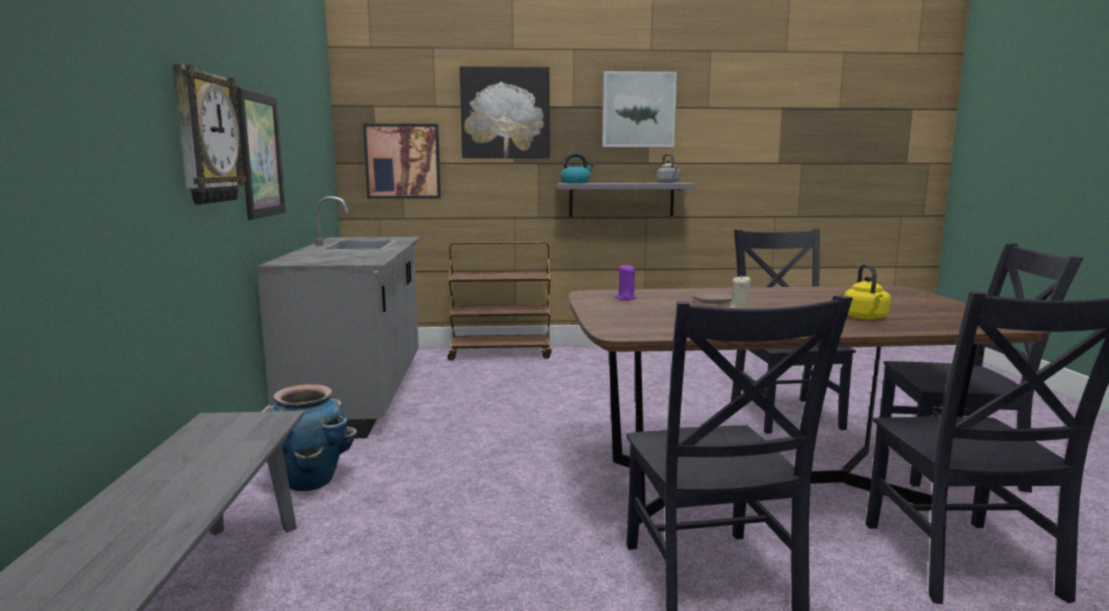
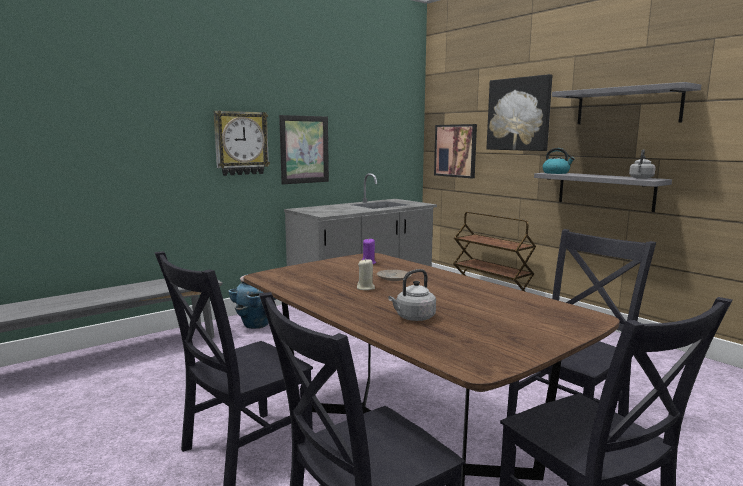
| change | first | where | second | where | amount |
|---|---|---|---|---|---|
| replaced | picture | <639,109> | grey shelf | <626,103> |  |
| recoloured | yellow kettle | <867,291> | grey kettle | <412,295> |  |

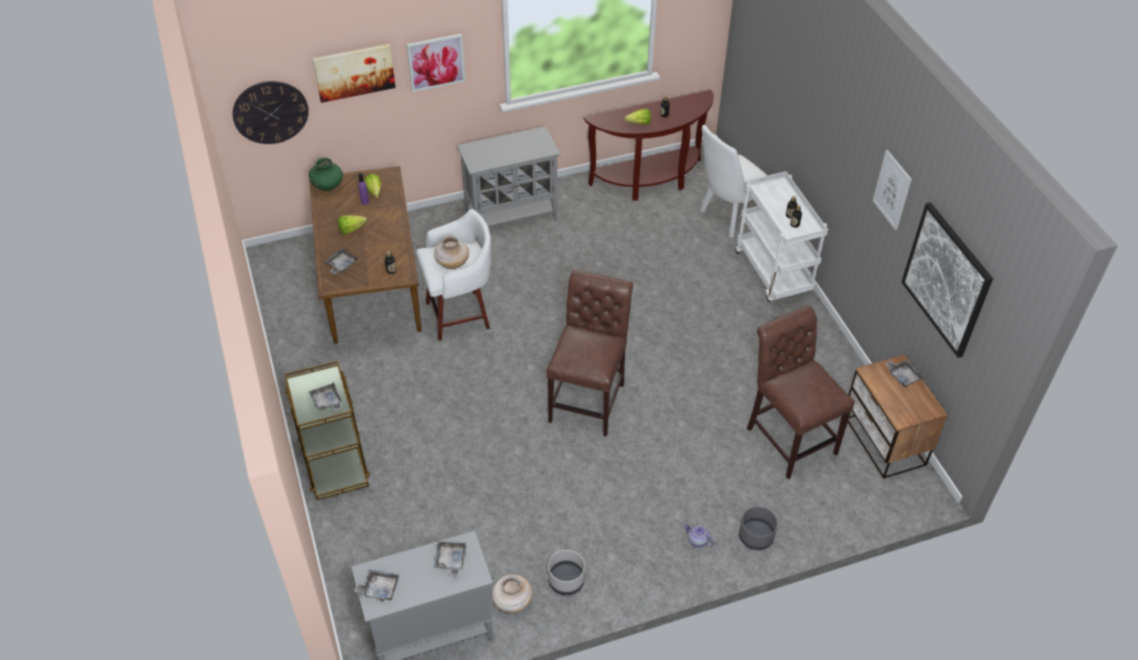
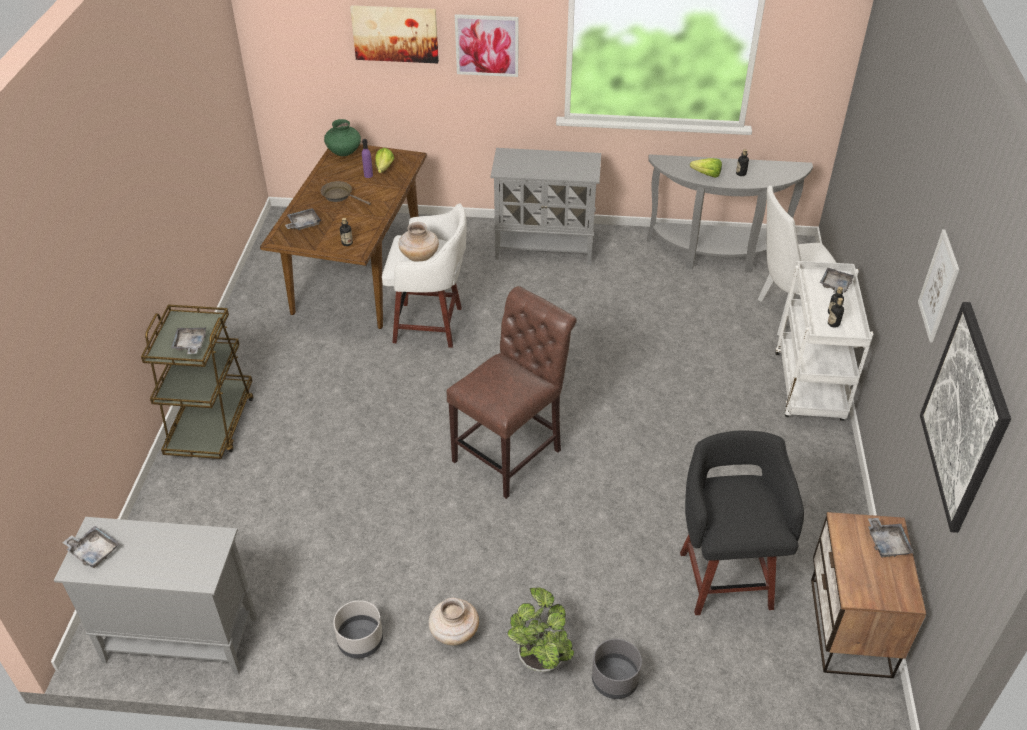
| change | first | where | second | where | amount |
|---|---|---|---|---|---|
| removed | wall clock | <271,112> |  |  |  |
| moved | grey tray | <450,559> |  | <837,281> |  |
| moved | beige vase | <512,593> |  | <454,622> |  |
| replaced | lettuce | <352,224> | brown frying pan | <346,193> |  |
| replaced | teapot | <699,535> | potted plant | <540,630> |  |
| replaced | brown chair | <801,392> | black stool | <742,522> |  |
| recoloured | brown console table | <649,145> | grey console table | <730,213> |  |

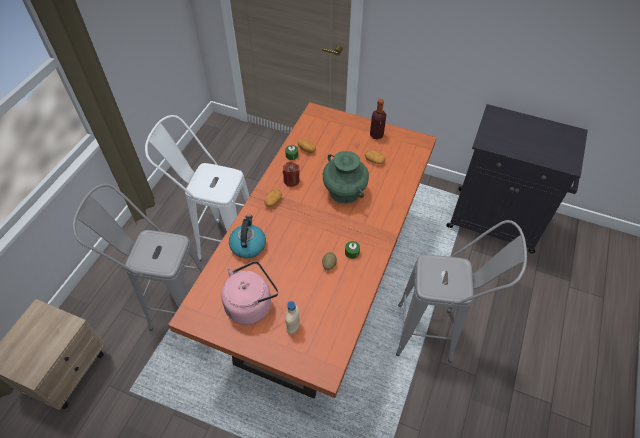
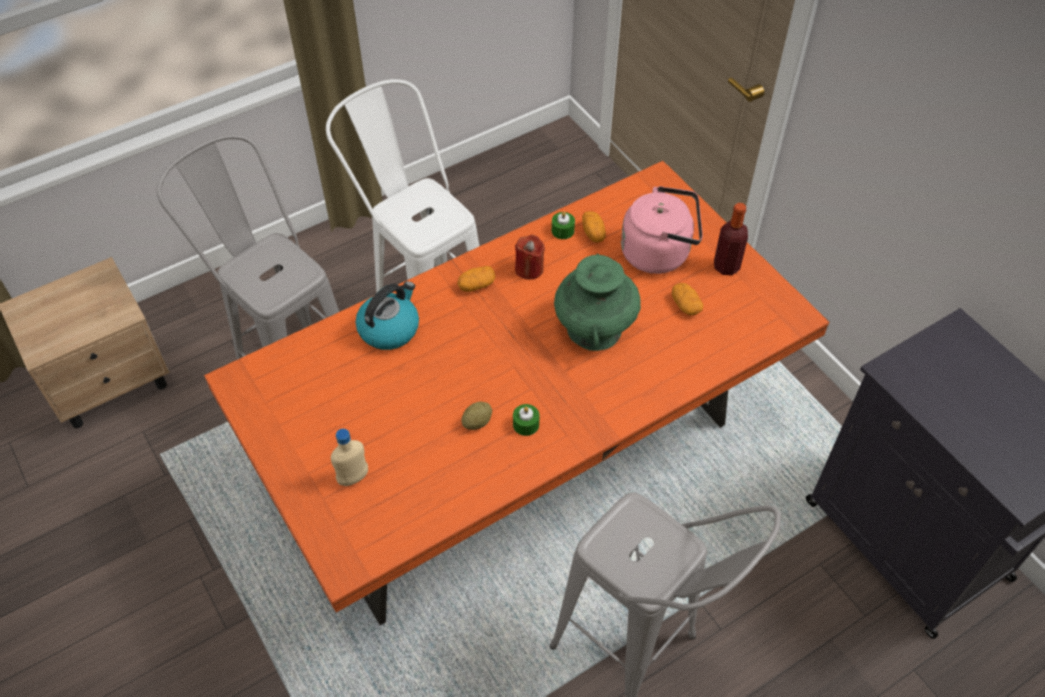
| change | first | where | second | where | amount |
|---|---|---|---|---|---|
| moved | pink kettle | <249,293> |  | <662,230> |  |

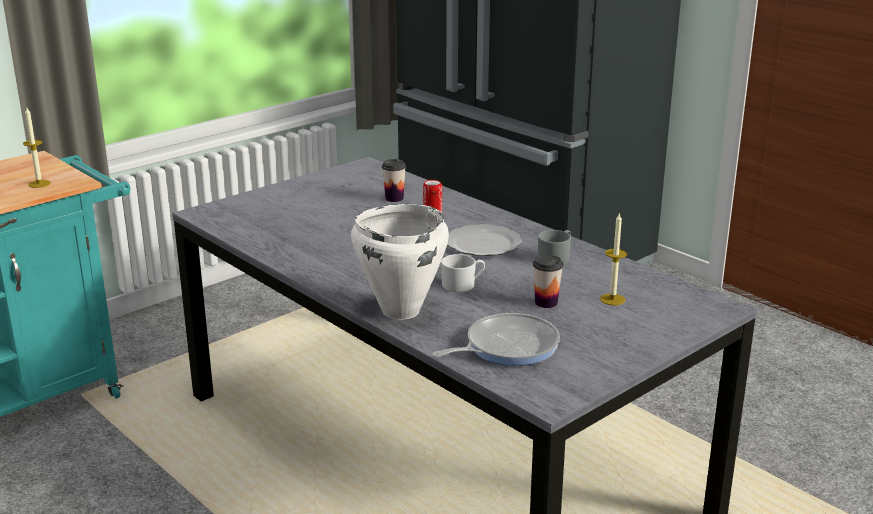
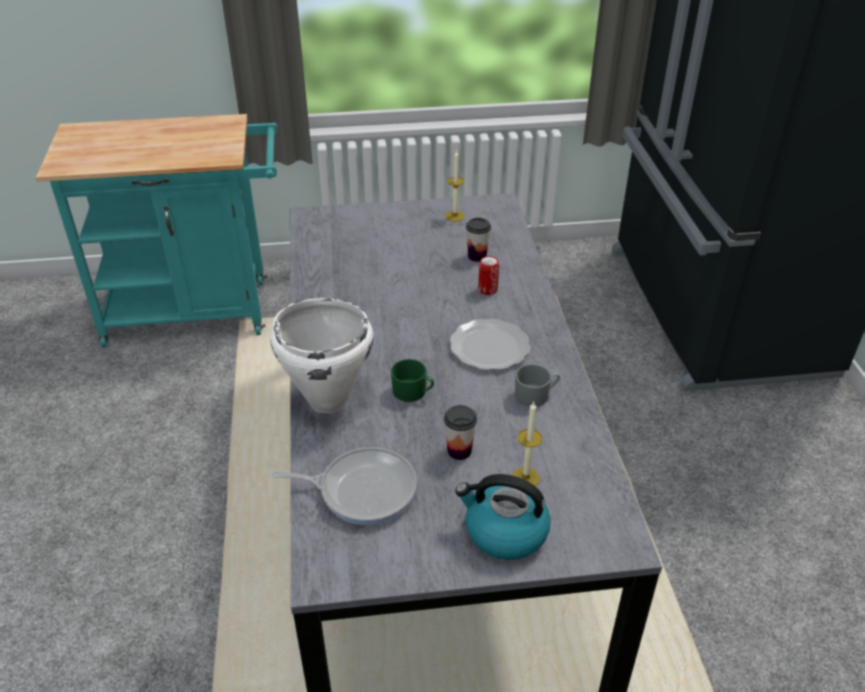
| change | first | where | second | where | amount |
|---|---|---|---|---|---|
| added |  |  | kettle | <503,517> |  |
| moved | candle | <37,148> |  | <455,185> |  |
| recoloured | white mug | <463,273> | green mug | <412,380> |  |

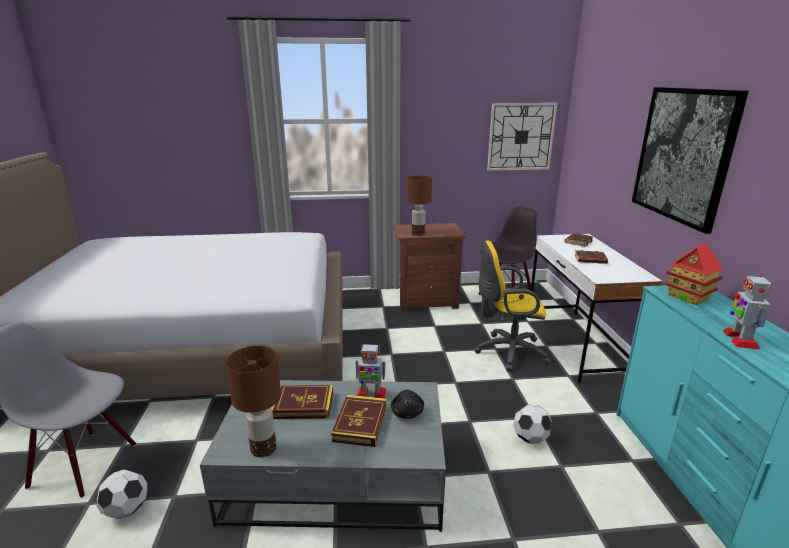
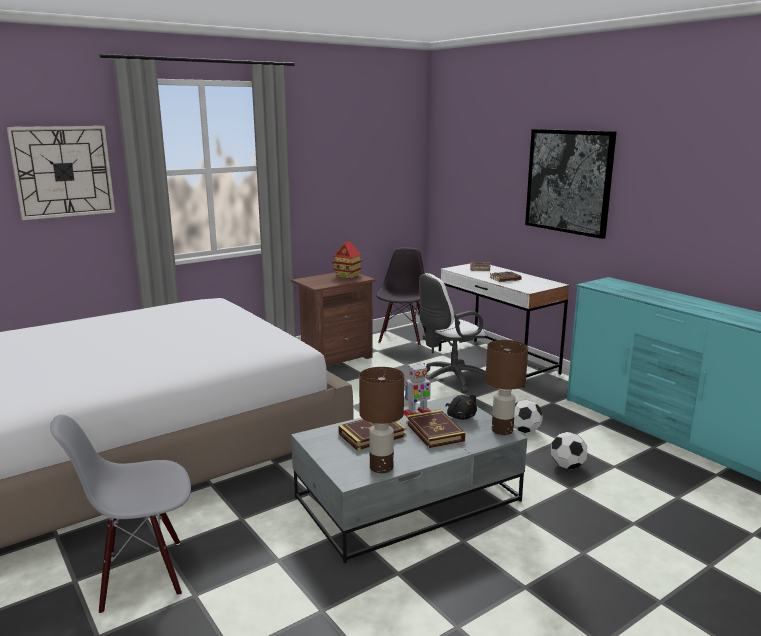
| change | first | where | second | where | amount |
|---|---|---|---|---|---|
| removed | toy robot | <748,312> |  |  |  |
| moved | football | <121,494> |  | <569,451> |  |
| moved | brown table lamp | <419,205> |  | <507,387> |  |
| moved | wall clock | <522,137> |  | <61,173> |  |
| moved | toy house | <694,274> |  | <347,260> |  |
| recoloured | yellow office chair | <512,306> | white office chair | <452,333> |  |

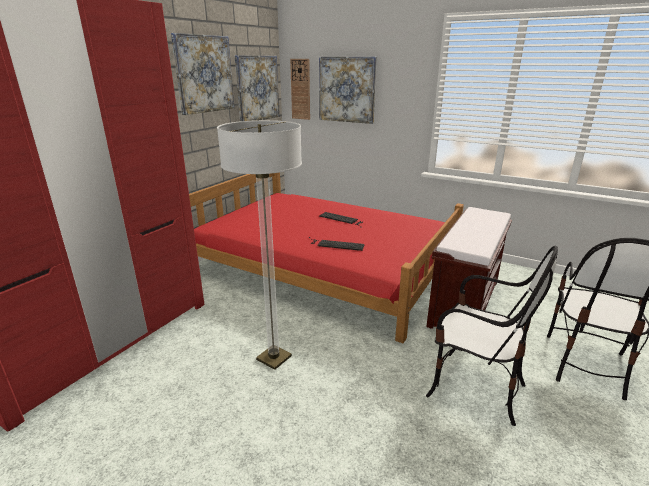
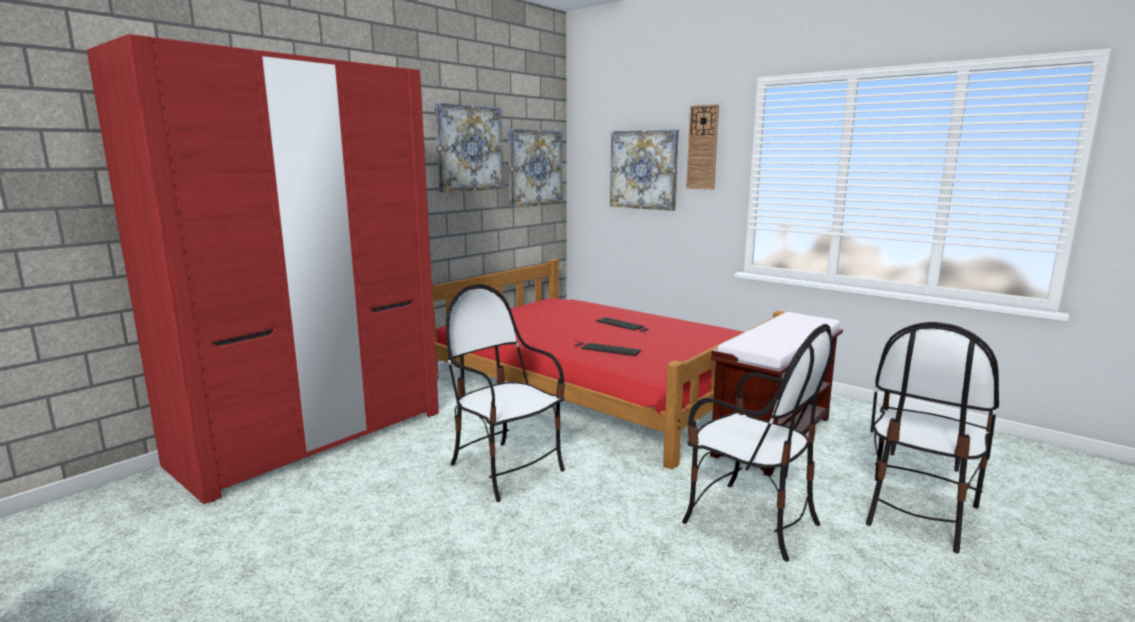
| change | first | where | second | where | amount |
|---|---|---|---|---|---|
| moved | wall clock | <300,89> |  | <702,147> |  |
| replaced | floor lamp | <259,245> | chair | <505,393> |  |

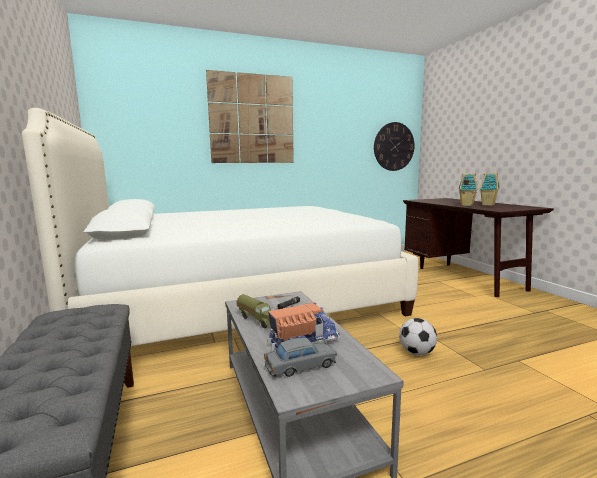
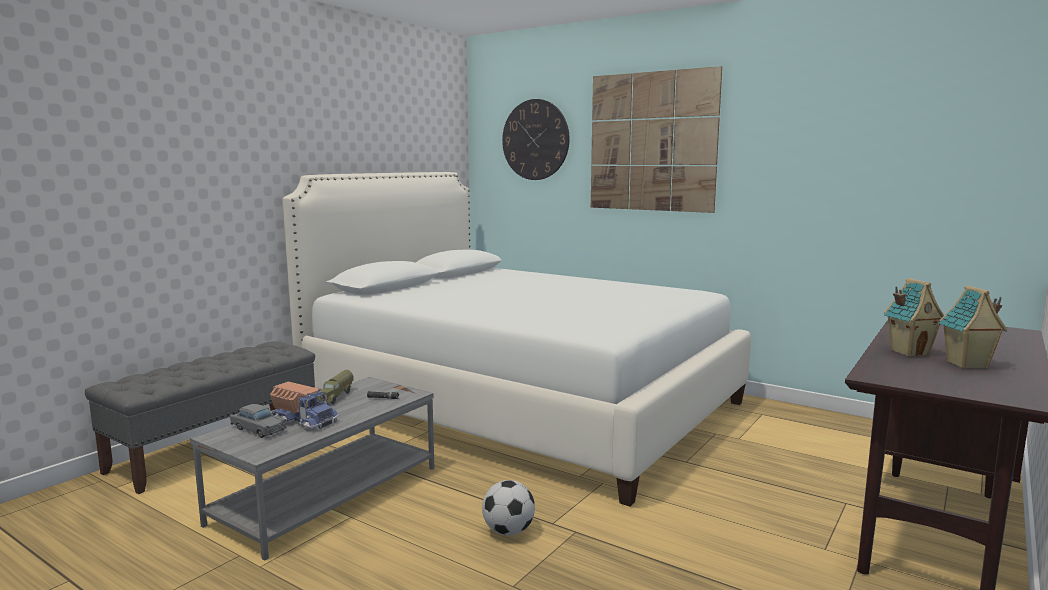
| change | first | where | second | where | amount |
|---|---|---|---|---|---|
| moved | wall clock | <394,146> |  | <536,139> |  |

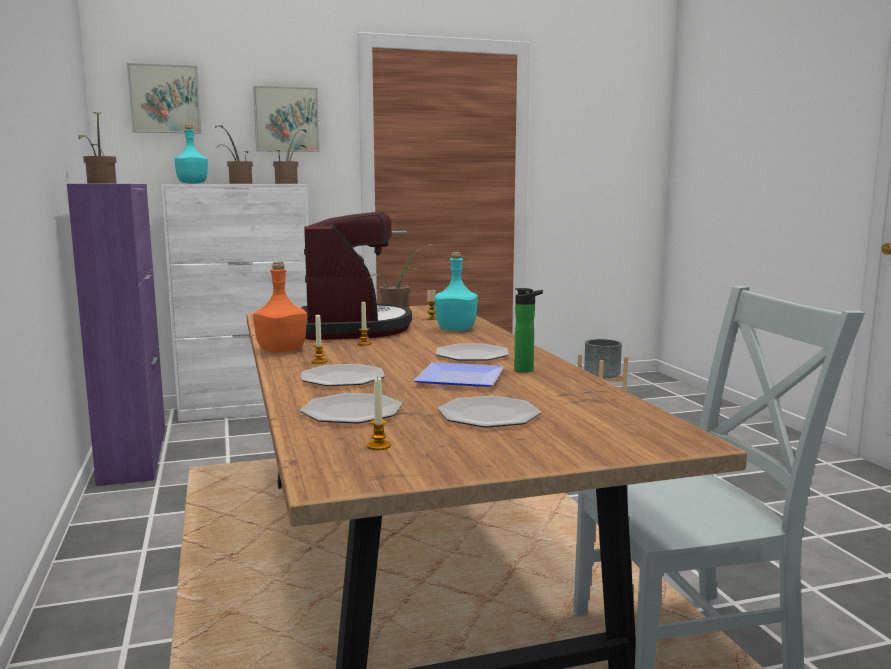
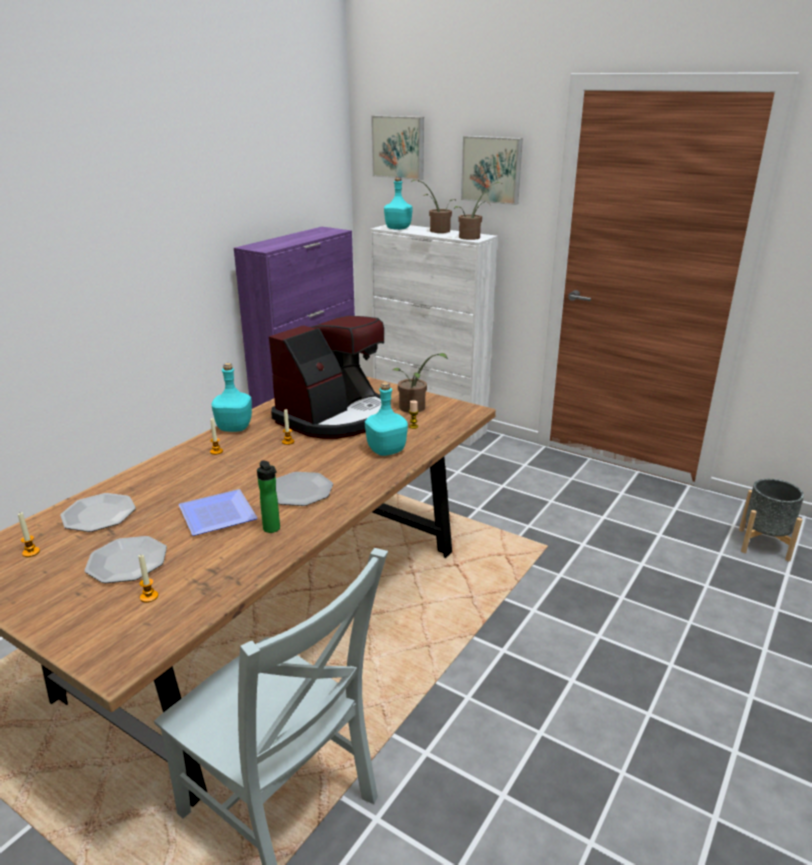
| change | first | where | second | where | amount |
|---|---|---|---|---|---|
| removed | potted plant | <97,147> |  |  |  |
| removed | plate | <343,375> |  |  |  |
| added |  |  | candle | <148,579> |  |
| recoloured | orange bottle | <280,307> | turquoise bottle | <232,397> |  |

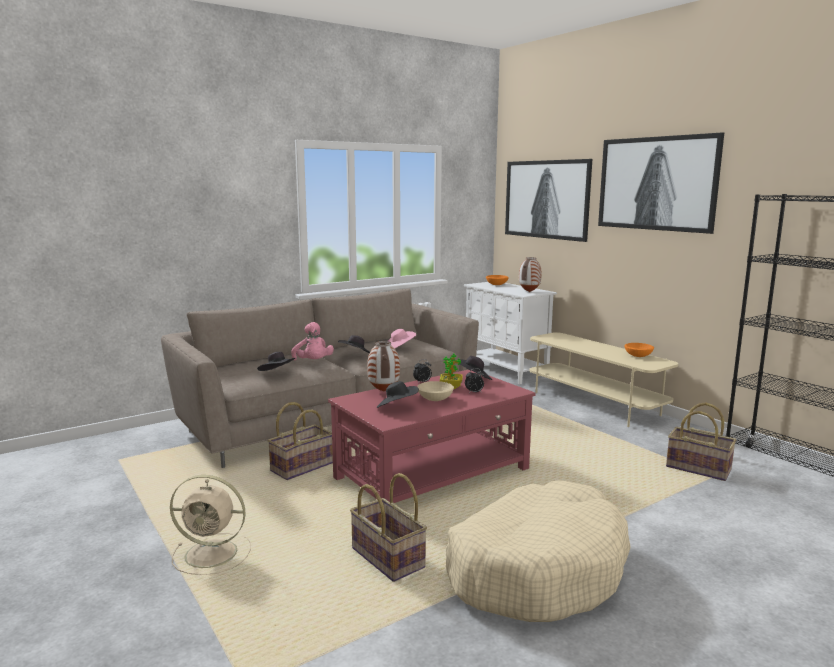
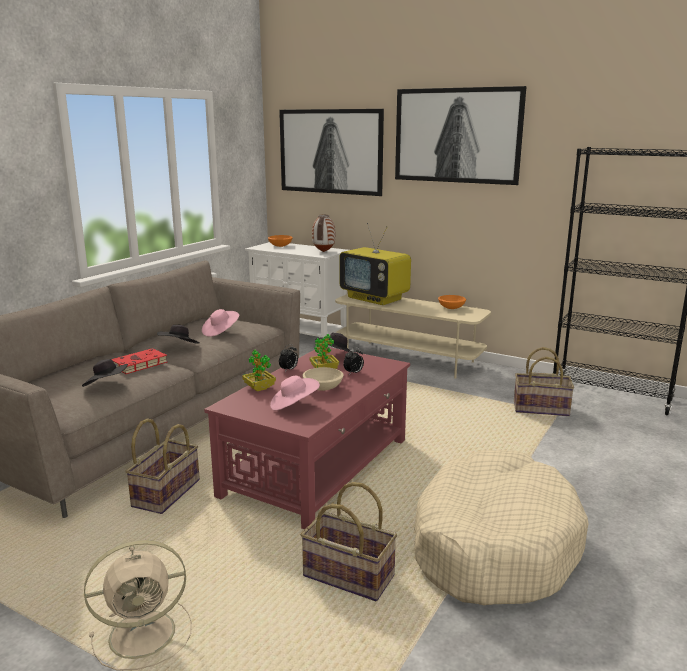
| change | first | where | second | where | amount |
|---|---|---|---|---|---|
| added |  |  | television | <375,264> |  |
| replaced | pink plush toy | <312,341> | red book | <139,361> |  |
| replaced | vase | <383,366> | potted plant | <259,370> |  |
| recoloured | black hat | <398,394> | pink hat | <295,393> |  |

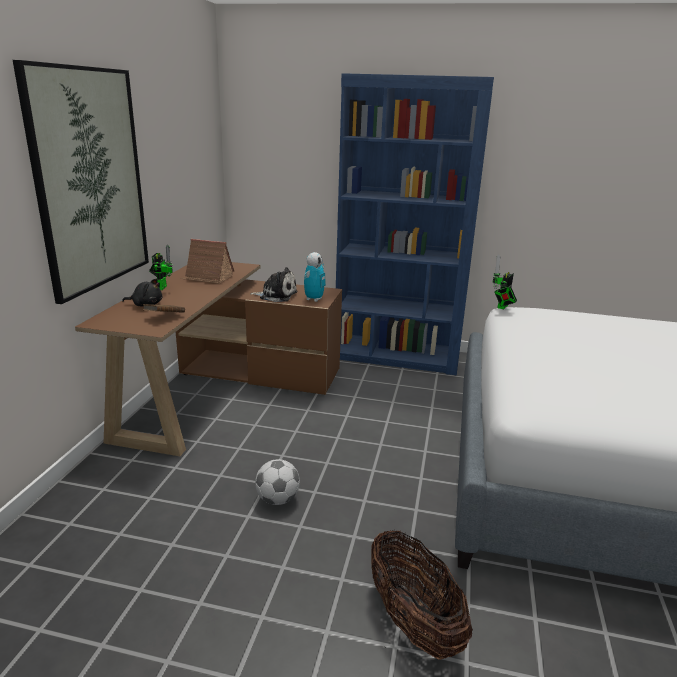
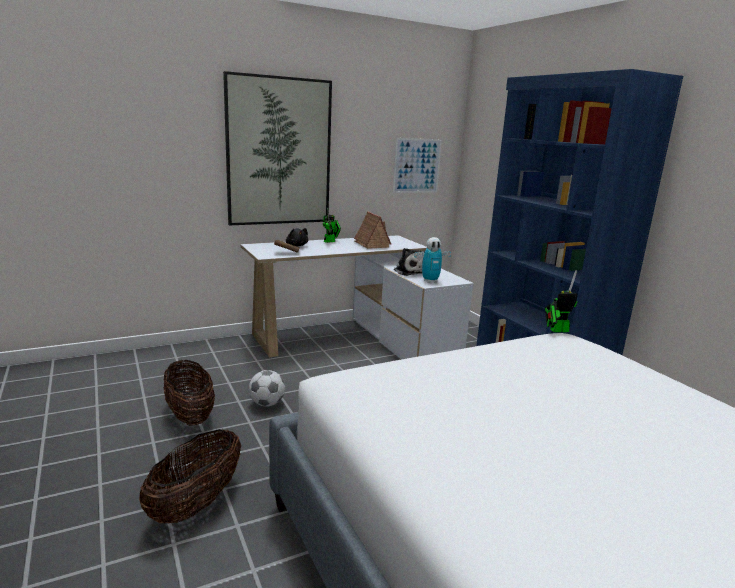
| change | first | where | second | where | amount |
|---|---|---|---|---|---|
| added |  |  | basket | <189,393> |  |
| added |  |  | picture | <417,165> |  |
| recoloured | brown desk | <208,359> | white desk | <357,297> |  |

